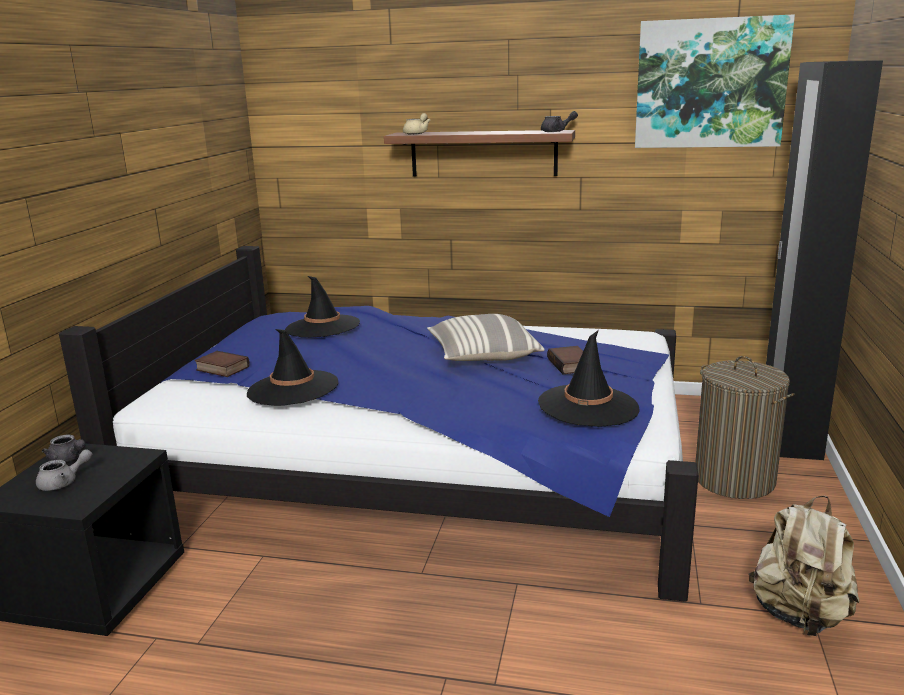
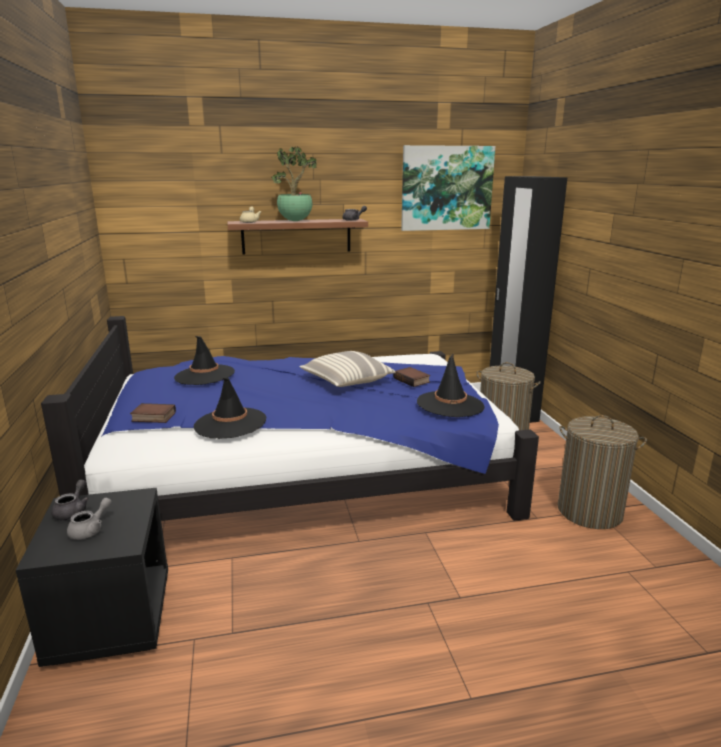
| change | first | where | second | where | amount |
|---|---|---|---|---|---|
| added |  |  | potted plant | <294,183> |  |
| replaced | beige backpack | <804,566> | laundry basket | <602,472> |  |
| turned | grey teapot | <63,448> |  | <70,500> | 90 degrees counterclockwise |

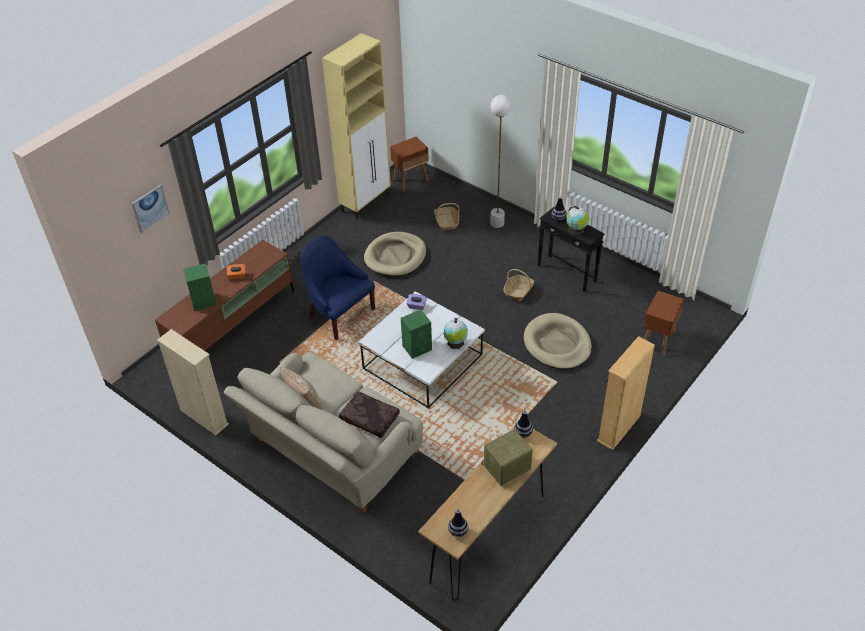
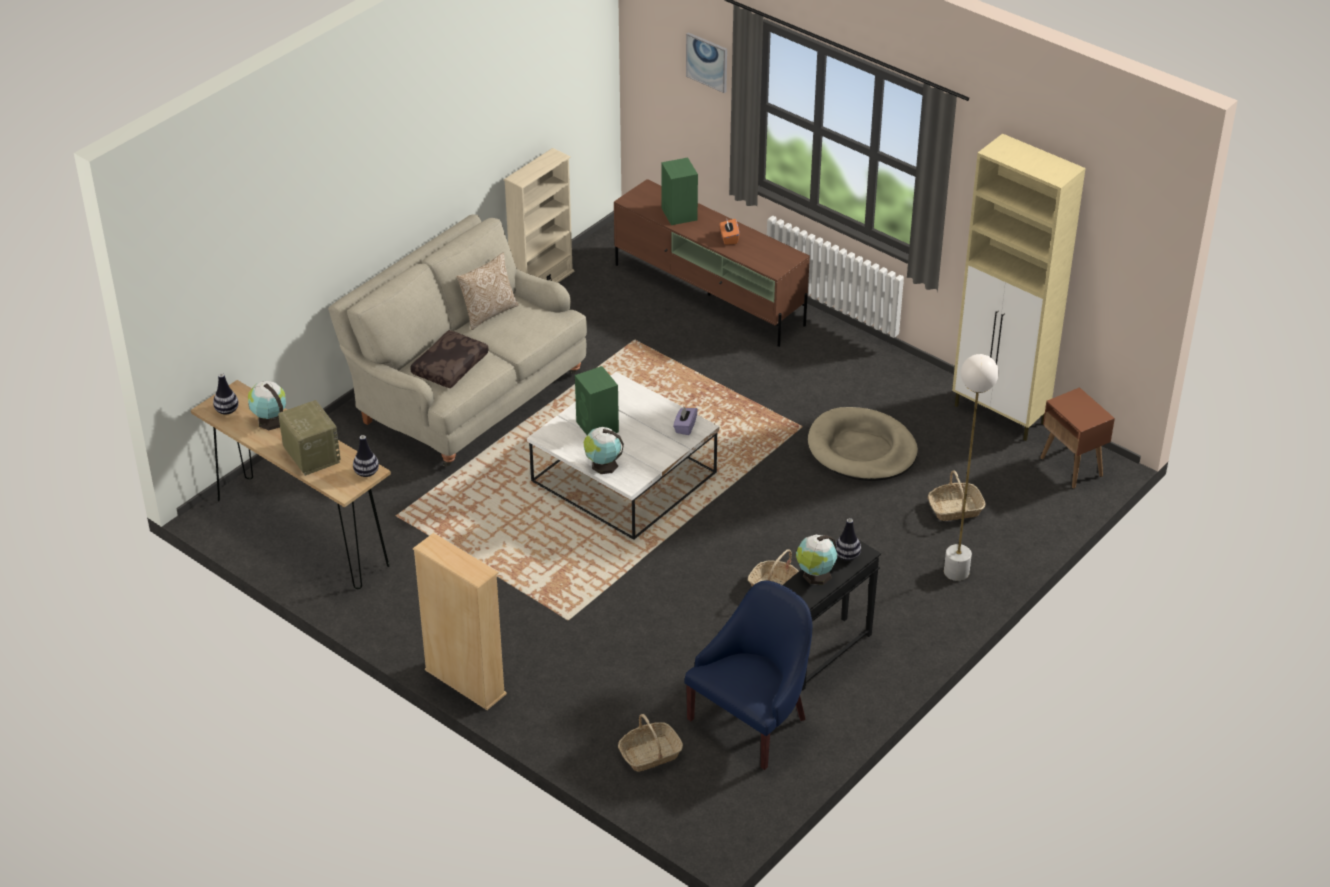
| change | first | where | second | where | amount |
|---|---|---|---|---|---|
| removed | beige dog bed | <558,341> |  |  |  |
| added |  |  | globe | <267,405> |  |
| moved | blue armchair | <337,288> |  | <748,675> |  |
| replaced | brown side table | <663,323> | basket | <650,743> |  |

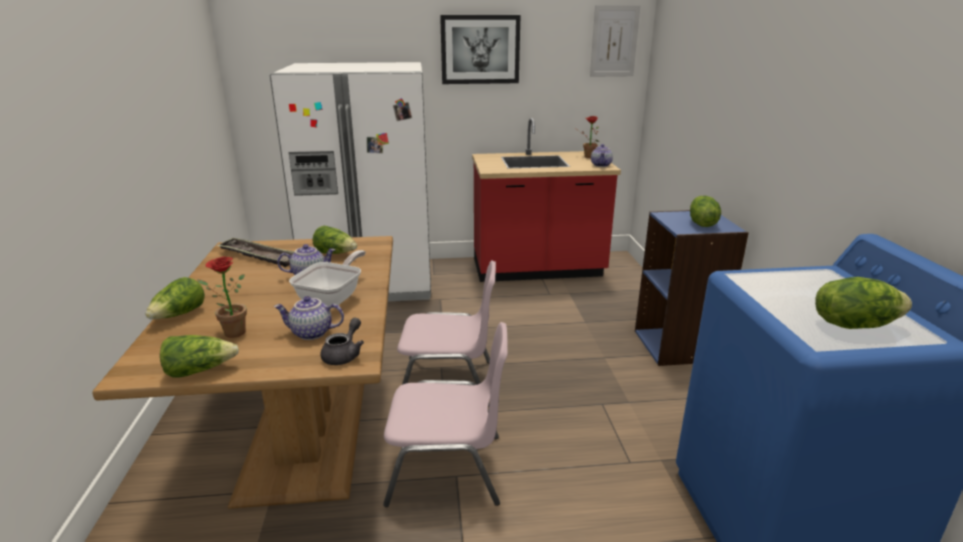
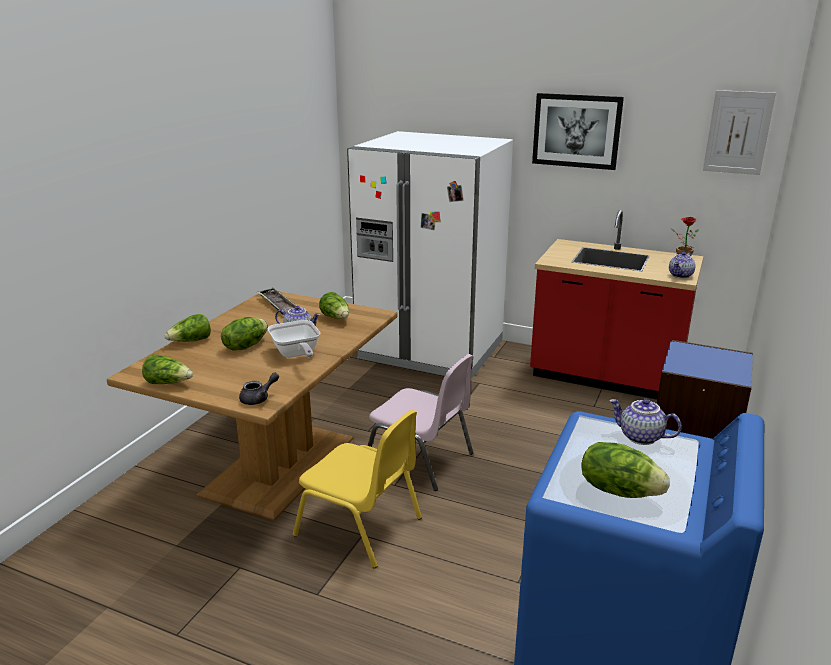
| change | first | where | second | where | amount |
|---|---|---|---|---|---|
| removed | potted plant | <222,297> |  |  |  |
| moved | teapot | <309,318> |  | <645,422> |  |
| moved | lettuce | <705,211> |  | <244,333> |  |
| recoloured | pink chair | <445,414> | yellow chair | <357,488> |  |
| turned | frying pan | <327,279> |  | <294,339> | 105 degrees clockwise |

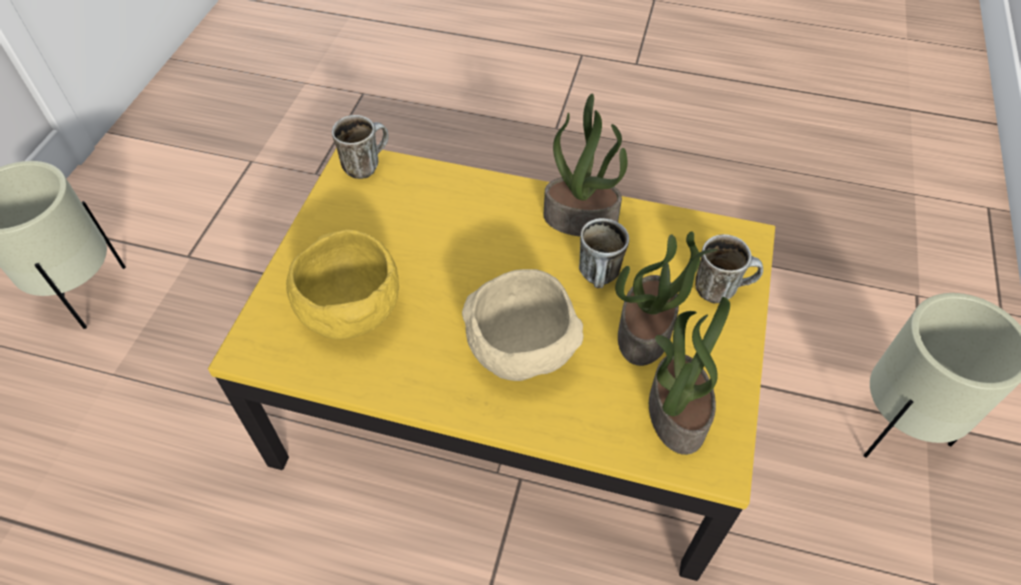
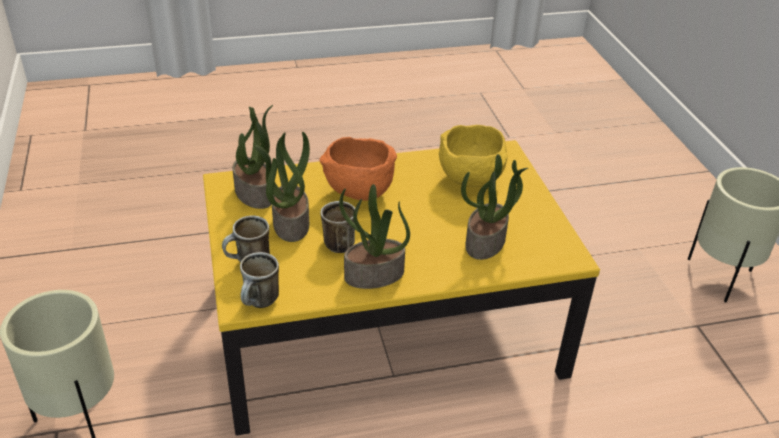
| change | first | where | second | where | amount |
|---|---|---|---|---|---|
| added |  |  | potted plant | <494,207> |  |
| moved | mug | <360,147> |  | <259,280> |  |
| recoloured | beige bowl | <523,325> | orange bowl | <358,169> |  |

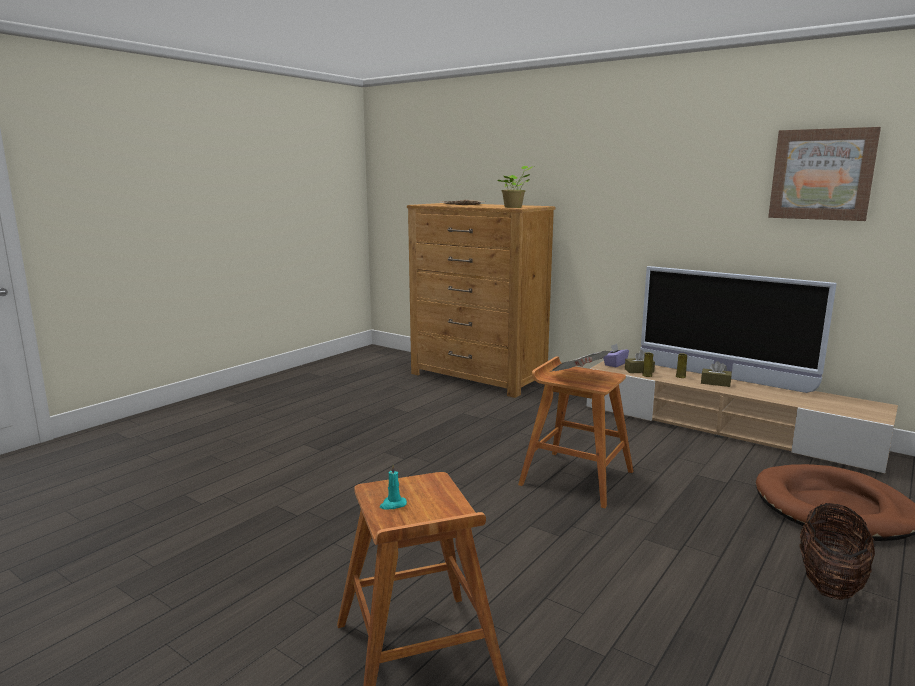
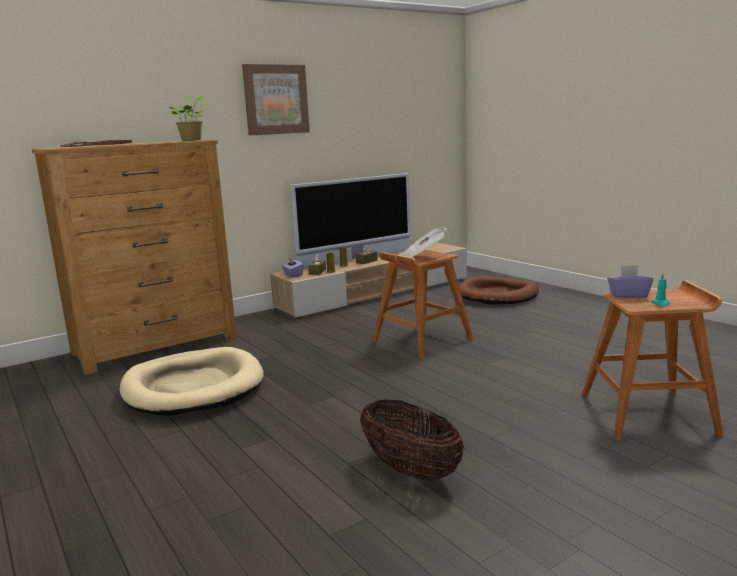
| change | first | where | second | where | amount |
|---|---|---|---|---|---|
| added |  |  | beige dog bed | <191,381> |  |
| added |  |  | purple tissue box | <630,281> |  |
| moved | picture | <824,174> |  | <276,100> |  |
| moved | basket | <837,551> |  | <412,441> |  |

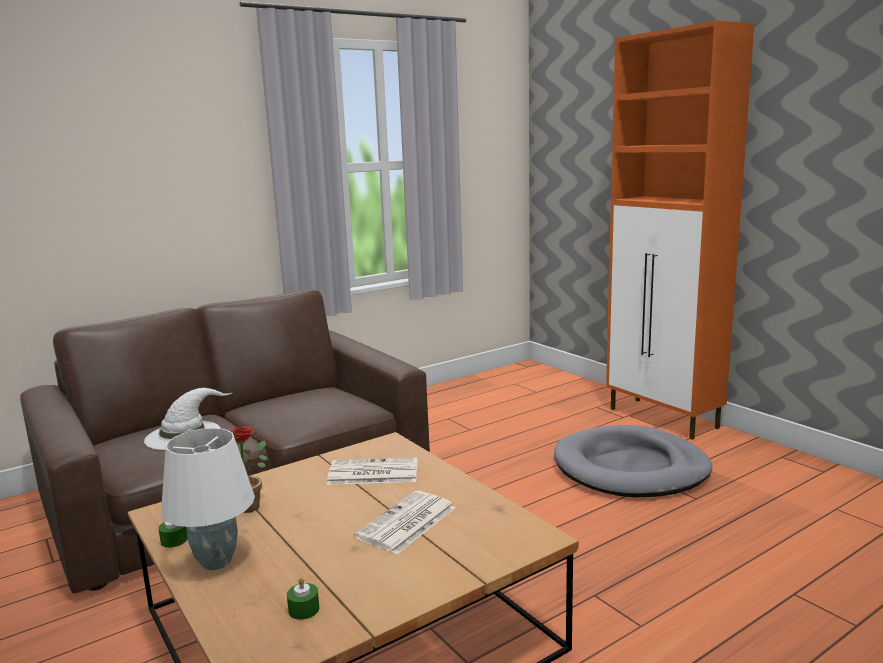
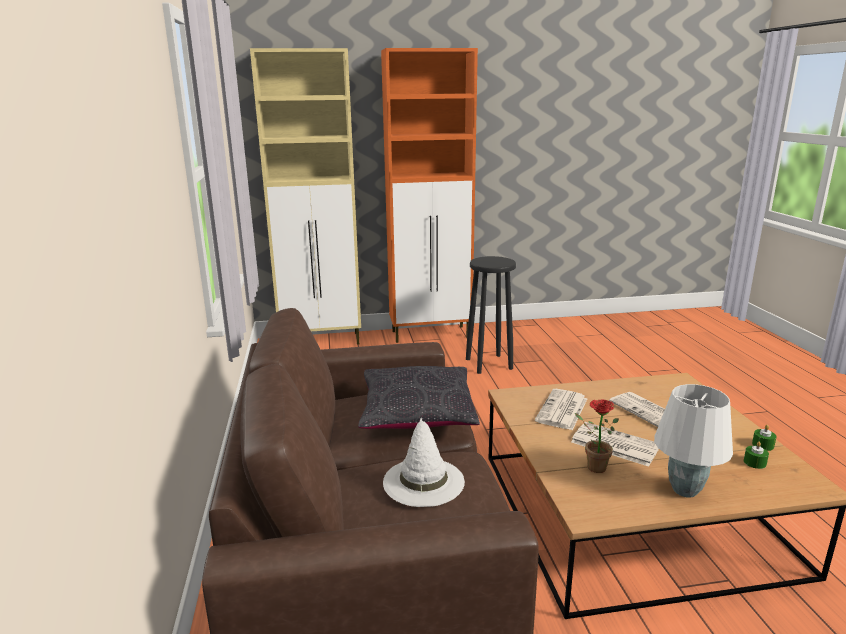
| change | first | where | second | where | amount |
|---|---|---|---|---|---|
| added |  |  | beige cabinet | <305,196> |  |
| added |  |  | black pillow | <419,397> |  |
| added |  |  | newspaper | <615,444> |  |
| moved | green candle | <173,534> |  | <764,438> |  |
| replaced | grey dog bed | <633,461> | black stool | <491,315> |  |

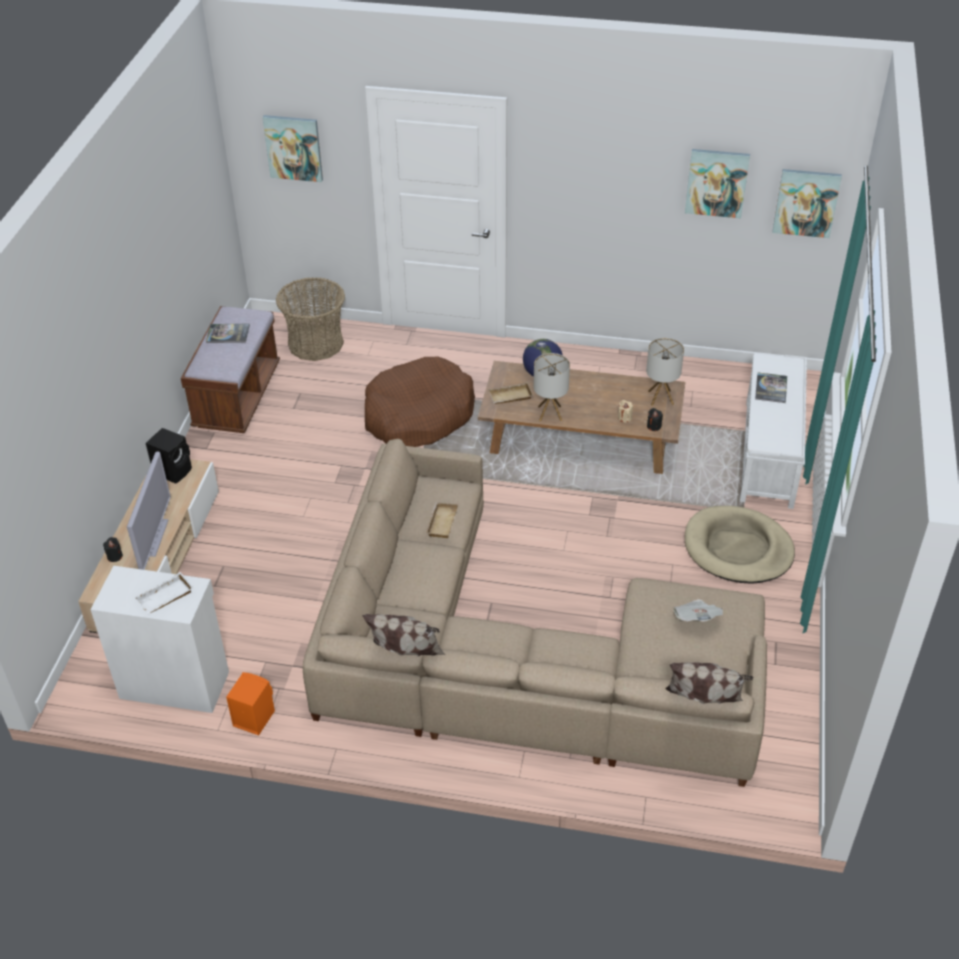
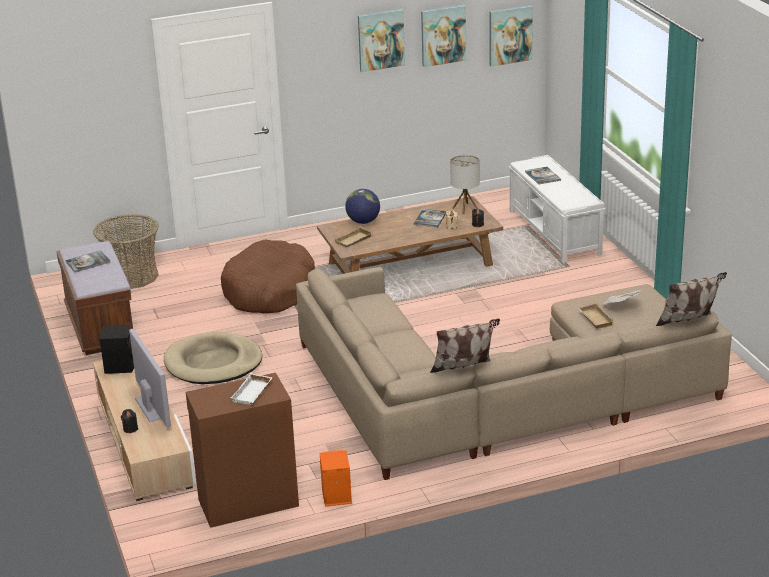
| change | first | where | second | where | amount |
|---|---|---|---|---|---|
| removed | table lamp | <551,387> |  |  |  |
| added |  |  | book | <430,218> |  |
| moved | picture | <292,148> |  | <381,40> |  |
| moved | beige tray | <442,520> |  | <596,316> |  |
| moved | beige dog bed | <740,545> |  | <213,358> |  |
| recoloured | white cabinet | <159,639> | brown cabinet | <242,450> |  |

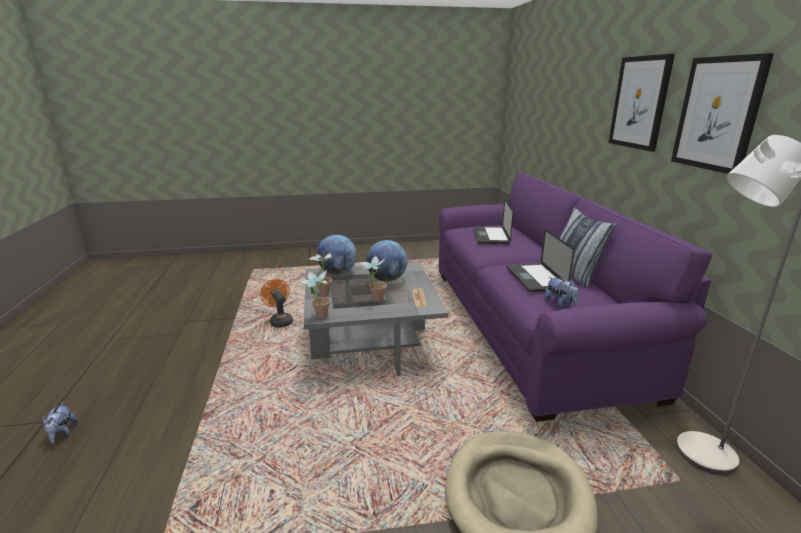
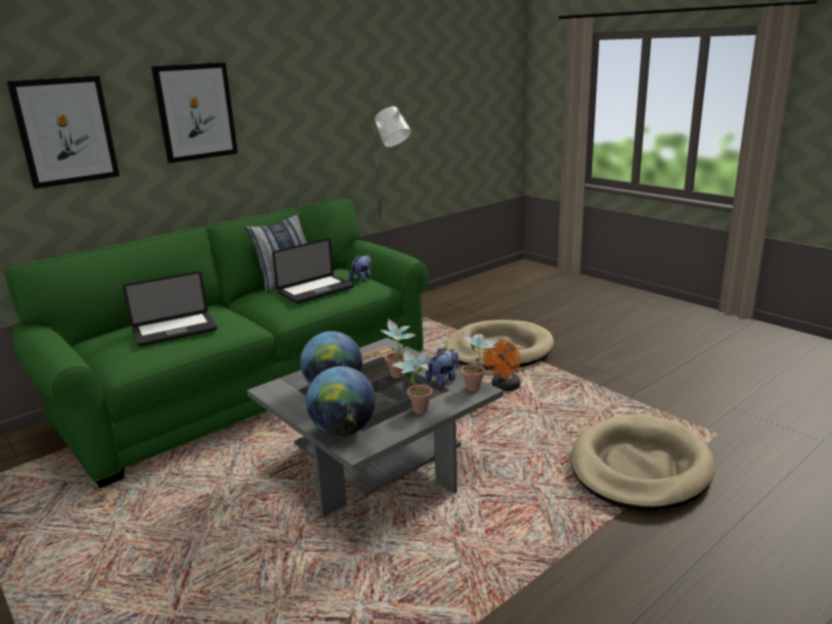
| change | first | where | second | where | amount |
|---|---|---|---|---|---|
| added |  |  | beige dog bed | <643,463> |  |
| moved | plush toy | <60,423> |  | <442,368> |  |
| moved | orange fan | <276,303> |  | <502,365> |  |
| moved | picture | <722,113> |  | <63,132> |  |
| recoloured | purple sofa | <576,297> | green sofa | <217,343> |  |

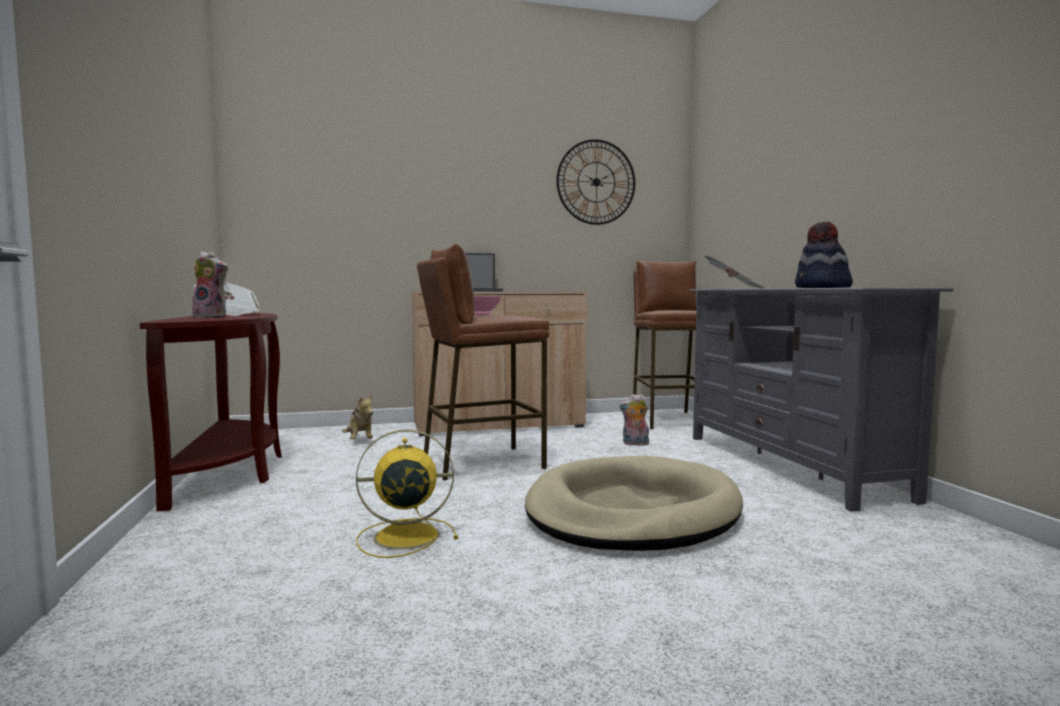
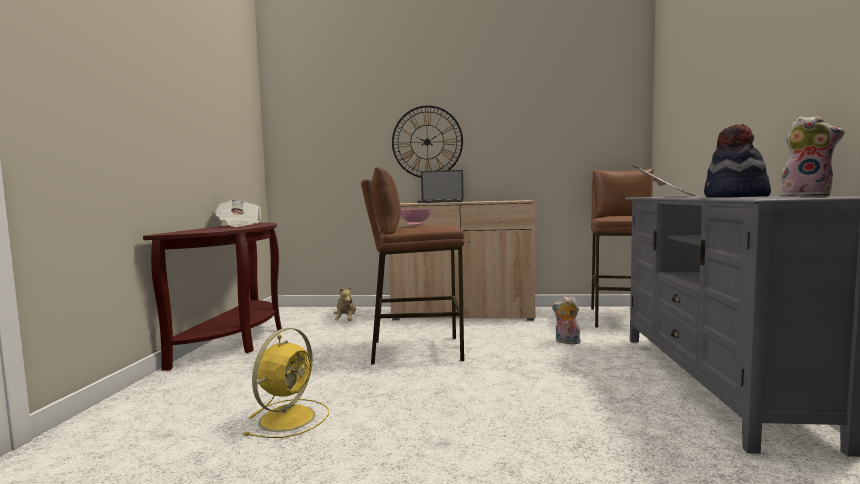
| change | first | where | second | where | amount |
|---|---|---|---|---|---|
| removed | beige dog bed | <634,503> |  |  |  |
| moved | plush toy | <210,284> |  | <812,156> |  |
| moved | wall clock | <595,182> |  | <427,141> |  |
| turned | yellow fan | <407,493> |  | <286,383> | 105 degrees clockwise |

